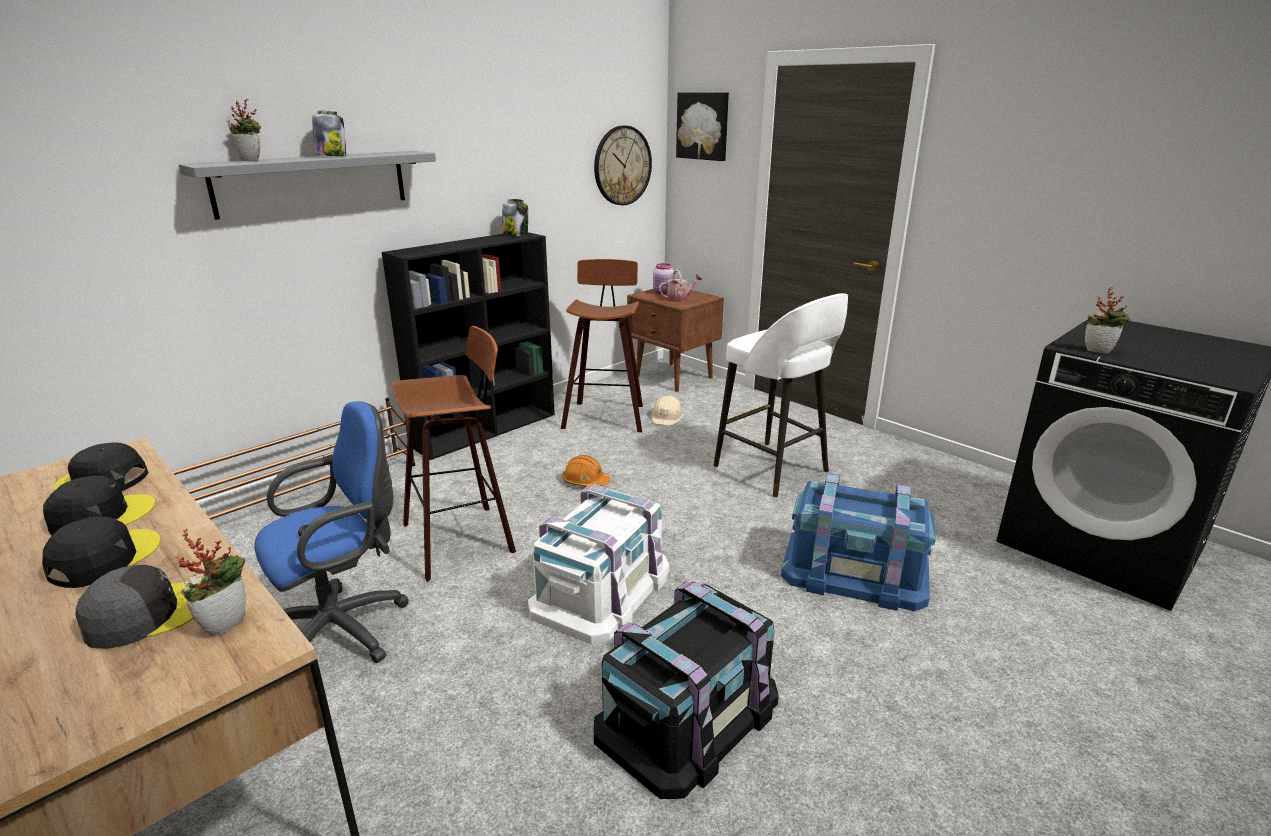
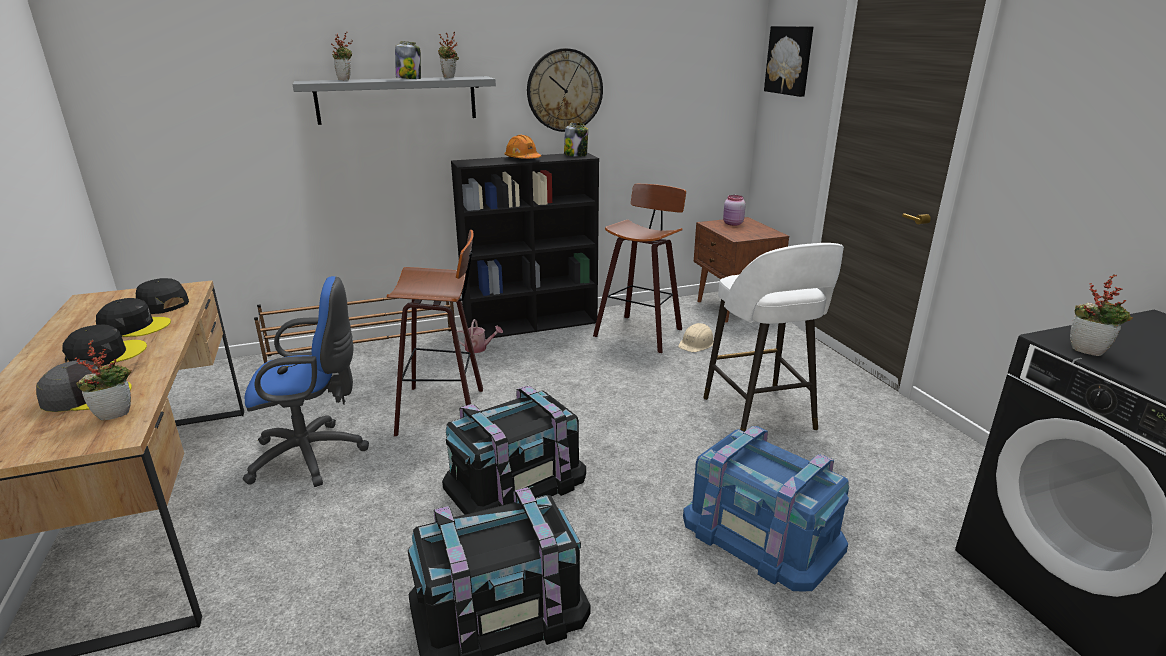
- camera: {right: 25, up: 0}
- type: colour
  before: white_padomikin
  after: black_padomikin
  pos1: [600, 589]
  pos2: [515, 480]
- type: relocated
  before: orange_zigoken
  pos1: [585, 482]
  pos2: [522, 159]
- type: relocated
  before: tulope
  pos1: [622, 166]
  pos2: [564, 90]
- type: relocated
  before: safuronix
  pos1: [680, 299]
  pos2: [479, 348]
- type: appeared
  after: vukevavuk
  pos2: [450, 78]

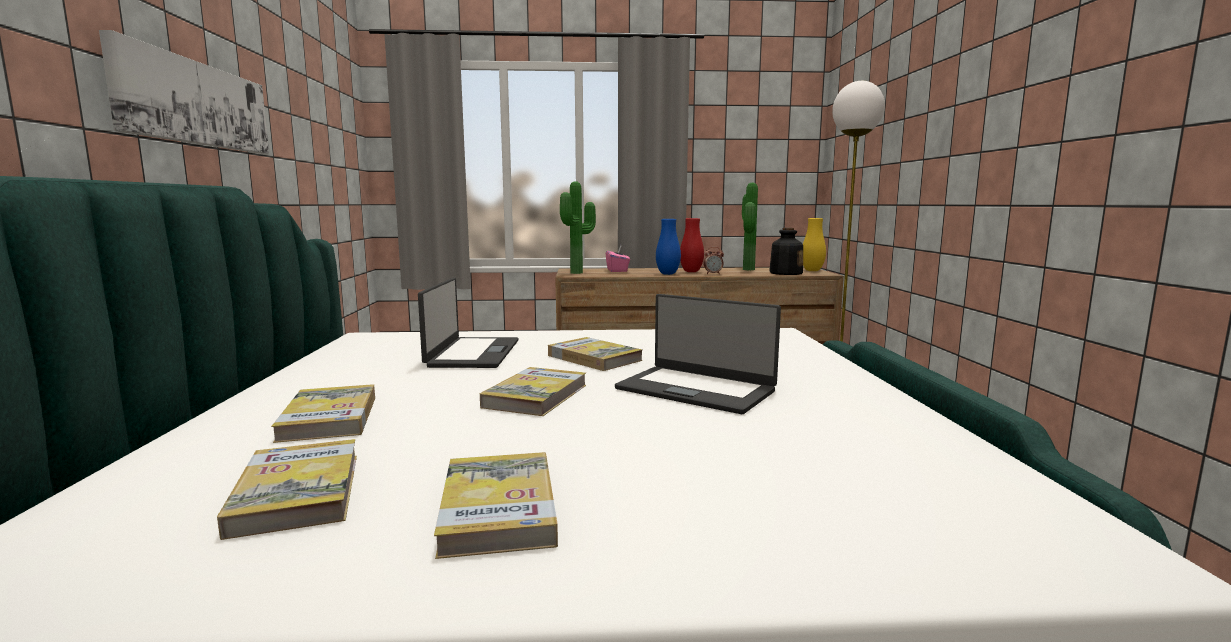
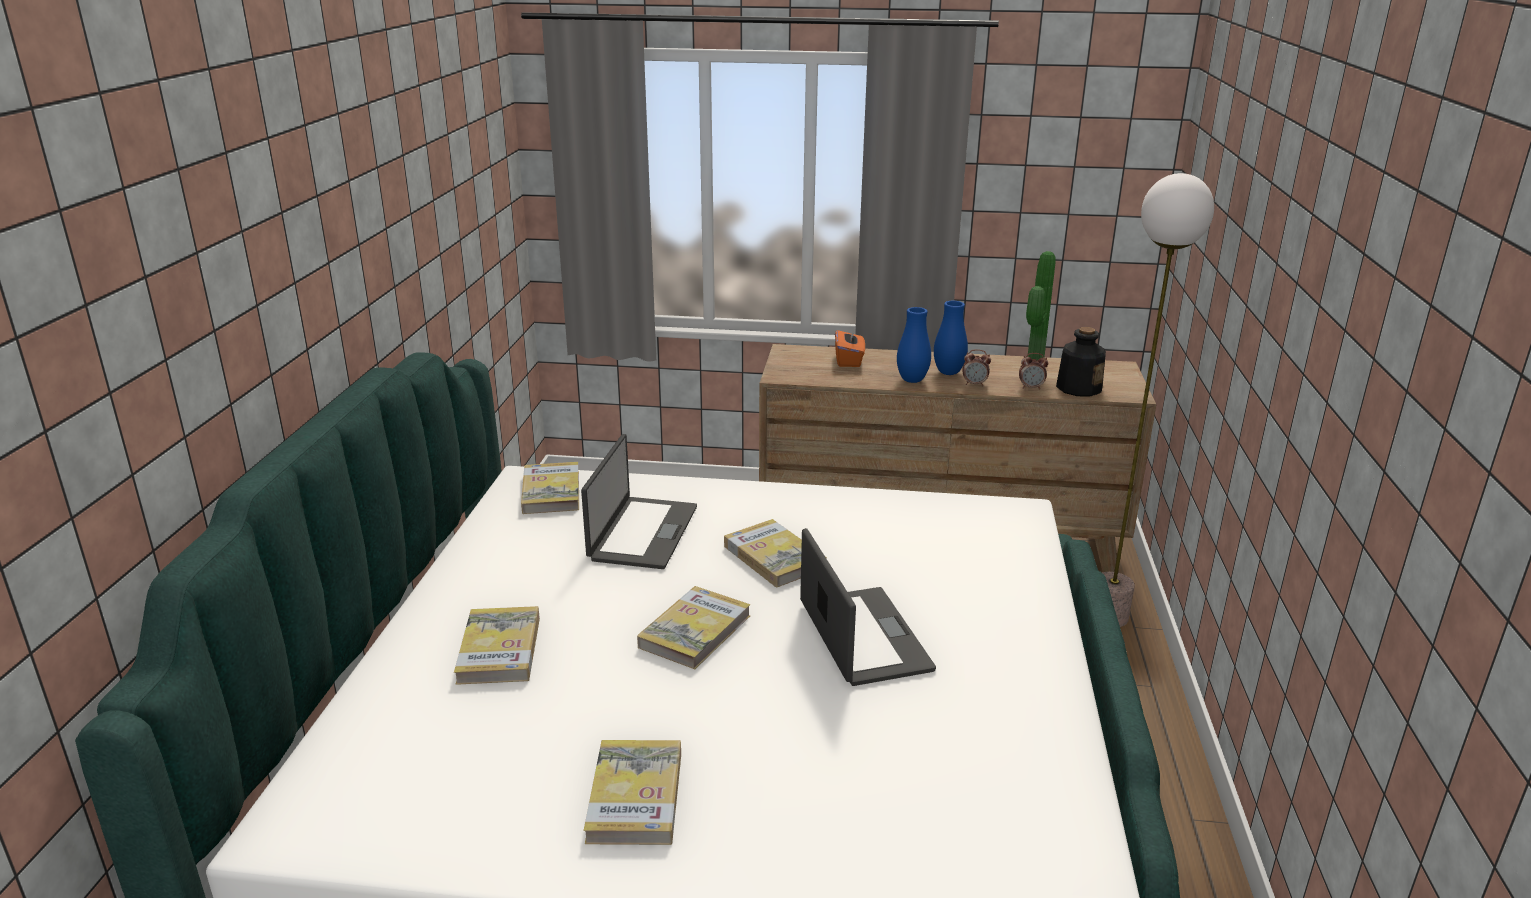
- camera: {right: 10, up: 15}
- type: missing
  before: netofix
  pos1: [195, 104]
- type: relocated
  before: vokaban
  pos1: [297, 492]
  pos2: [551, 492]
- type: missing
  before: vukevavuk
  pos1: [578, 273]
- type: colour
  before: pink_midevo
  after: orange_midevo
  pos1: [617, 270]
  pos2: [849, 360]
- type: spun
  before: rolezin
  pos1: [696, 389]
  pos2: [862, 637]
  turn: -150
- type: colour
  before: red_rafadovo
  after: blue_rafadovo
  pos1: [691, 271]
  pos2: [948, 372]
- type: missing
  before: yellow_rafadovo
  pos1: [812, 271]
- type: appeared
  after: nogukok
  pos2: [1031, 387]

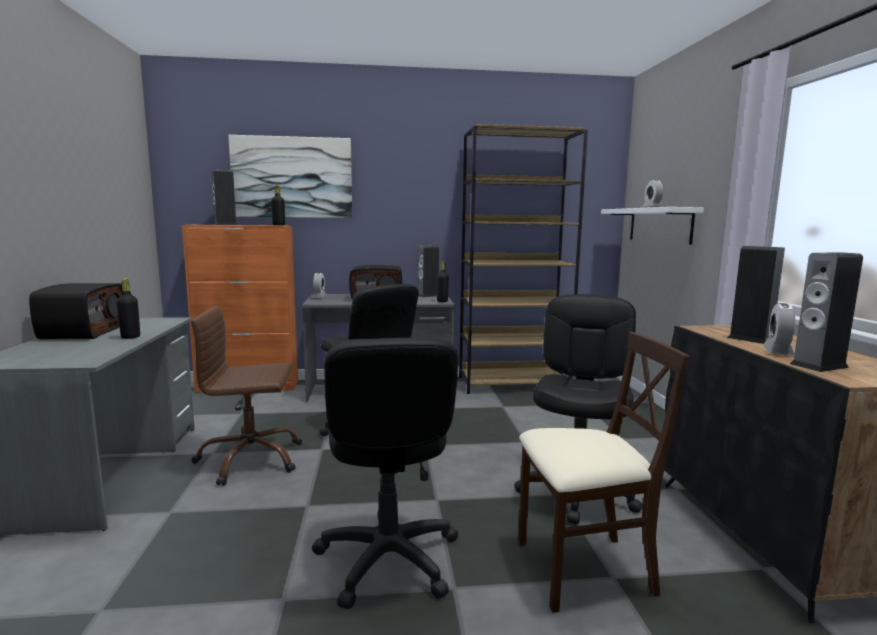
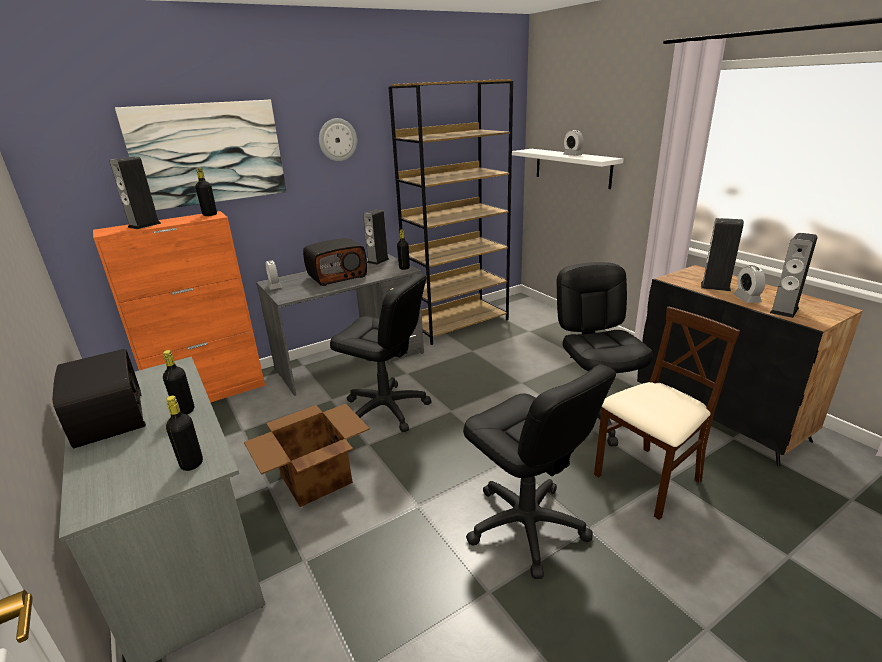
- camera: {right: -25, up: 15}
- type: exchanged
  before: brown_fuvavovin
  after: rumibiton
  pos1: [250, 459]
  pos2: [314, 478]
- type: appeared
  after: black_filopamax
  pos2: [191, 464]
- type: appeared
  after: tulope
  pos2: [337, 140]

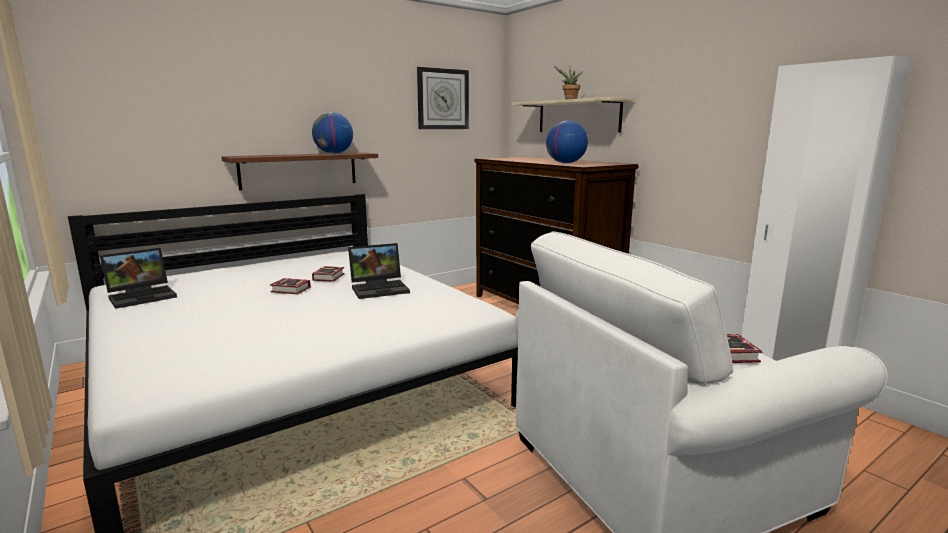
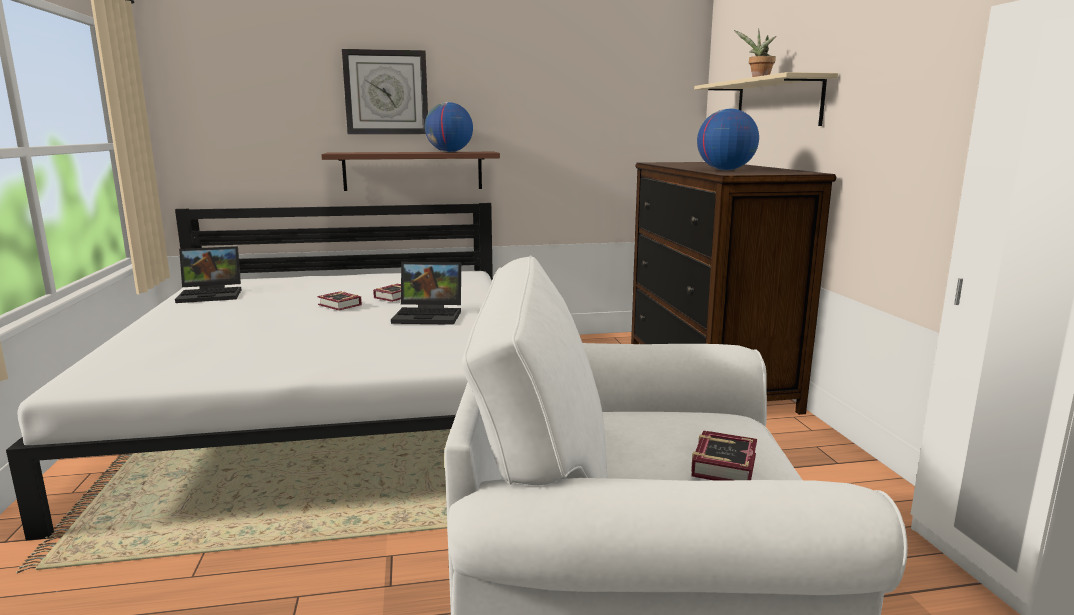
- camera: {right: 25, up: 0}
- type: relocated
  before: tulope
  pos1: [443, 99]
  pos2: [386, 92]

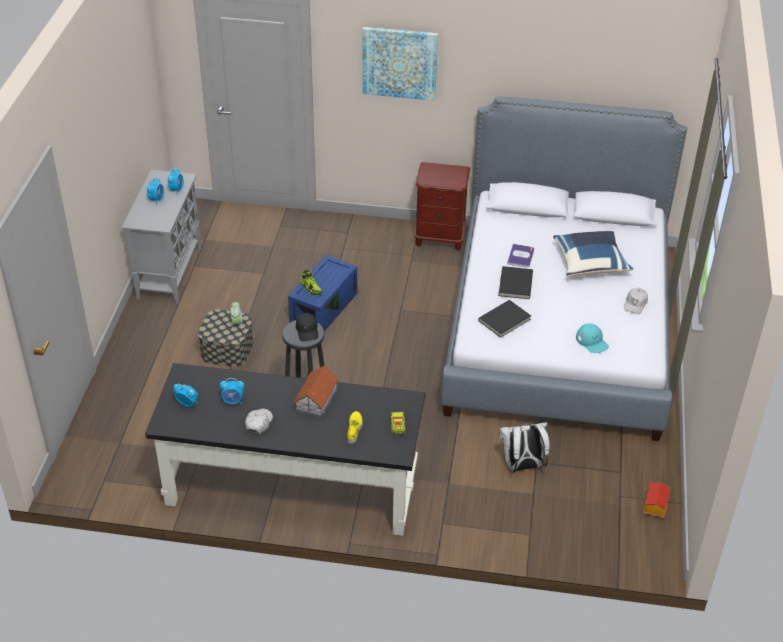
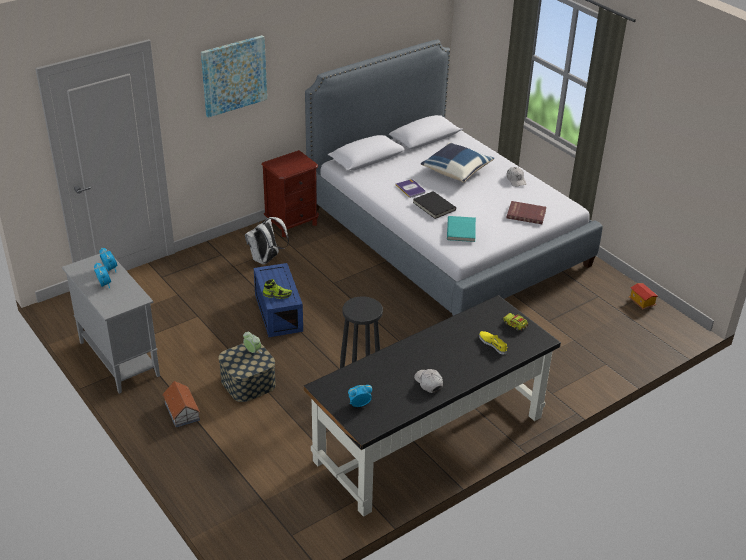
- camera: {right: -45, up: -5}
- type: missing
  before: nogukok
  pos1: [233, 401]
- type: relocated
  before: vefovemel
  pos1: [317, 399]
  pos2: [182, 411]
- type: missing
  before: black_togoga
  pos1: [307, 330]
- type: colour
  before: black_vokaban
  after: turquoise_vokaban
  pos1: [505, 320]
  pos2: [462, 230]
- type: relocated
  before: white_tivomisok
  pos1: [522, 466]
  pos2: [266, 260]
- type: exchanged
  before: turquoise_togoga
  after: red_vokaban
  pos1: [592, 341]
  pos2: [526, 214]

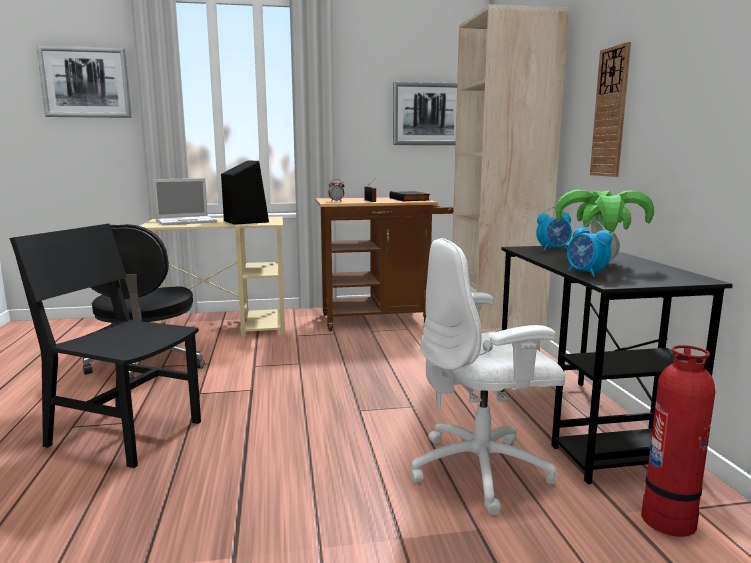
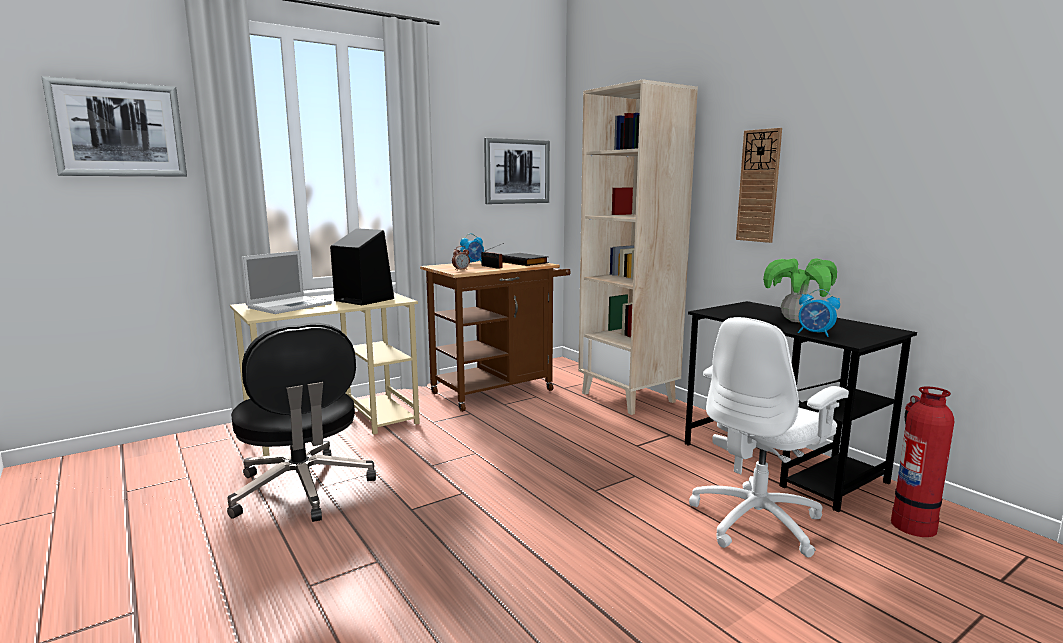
- camera: {right: -25, up: 0}
- type: missing
  before: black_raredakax
  pos1: [125, 433]
- type: relocated
  before: nogukok
  pos1: [553, 249]
  pos2: [473, 263]

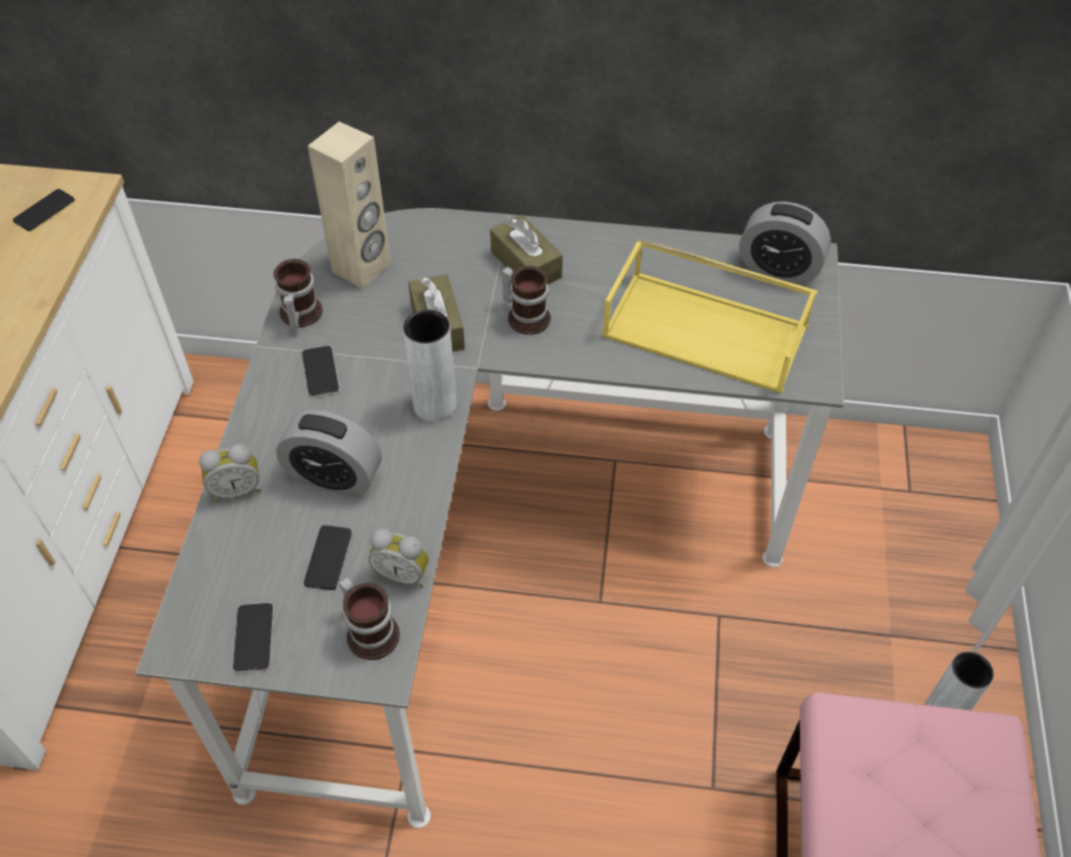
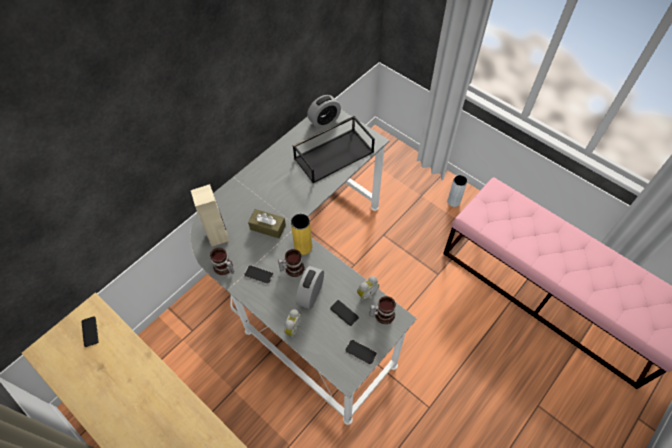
- camera: {right: -55, up: 5}
- type: spun
  before: nogukok
  pos1: [334, 477]
  pos2: [311, 294]
  turn: 150
- type: colour
  before: grey_rafadovo
  after: yellow_rafadovo
  pos1: [435, 405]
  pos2: [303, 247]
- type: missing
  before: brown_midevo
  pos1: [526, 264]
- type: relocated
  before: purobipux
  pos1: [527, 315]
  pos2: [292, 268]
- type: colour
  before: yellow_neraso
  after: black_neraso
  pos1: [707, 330]
  pos2: [334, 154]

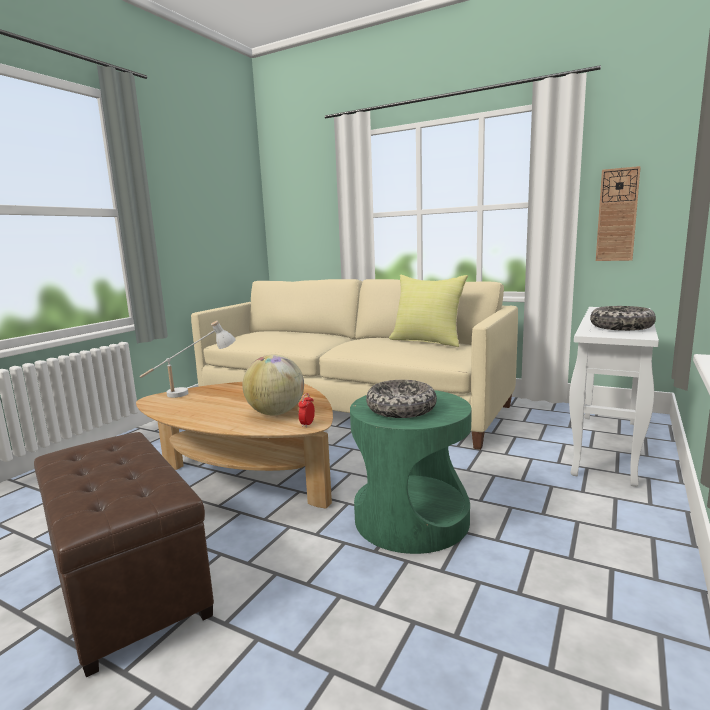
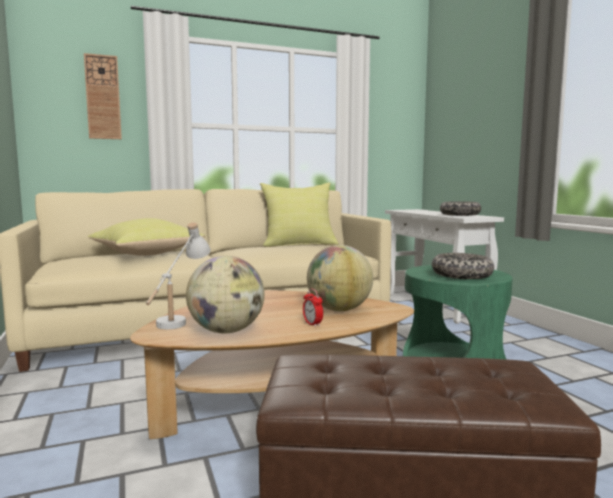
- camera: {right: -50, up: -5}
- type: relocated
  before: nogukok
  pos1: [307, 424]
  pos2: [312, 324]
- type: relocated
  before: tulope
  pos1: [617, 215]
  pos2: [103, 97]
- type: appeared
  after: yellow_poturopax
  pos2: [147, 254]
- type: appeared
  after: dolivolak
  pos2: [226, 331]

